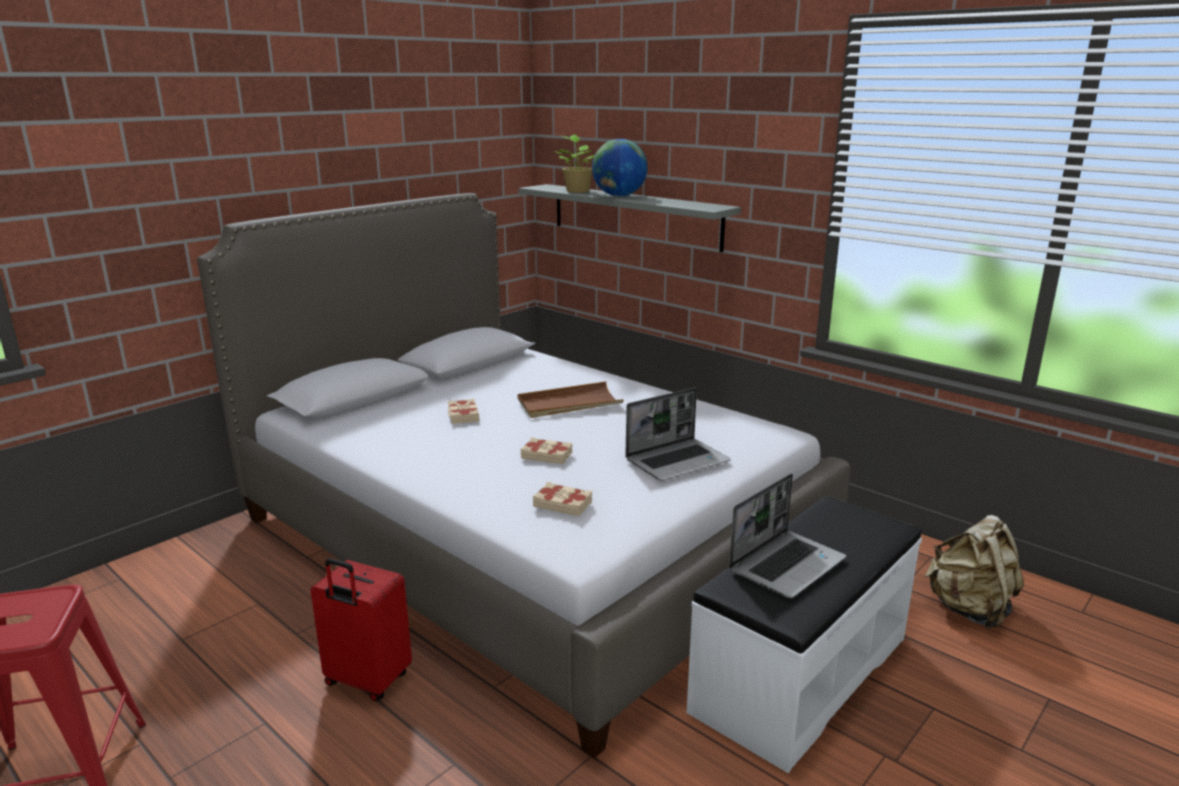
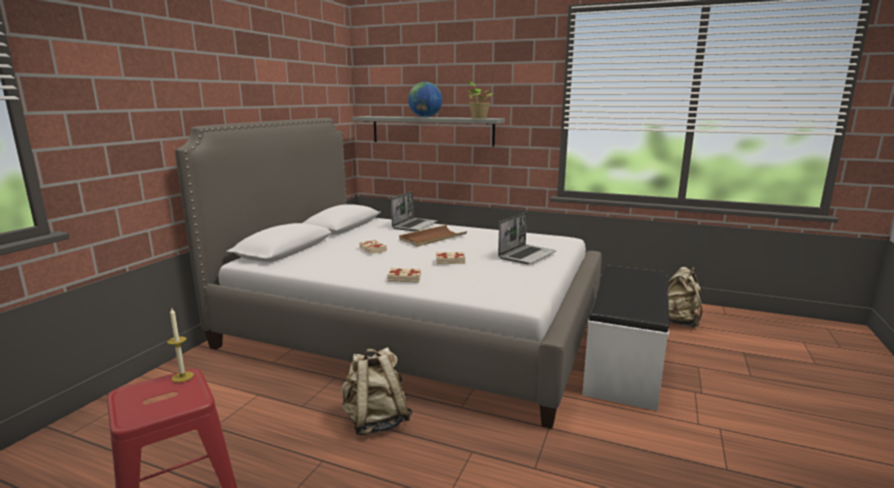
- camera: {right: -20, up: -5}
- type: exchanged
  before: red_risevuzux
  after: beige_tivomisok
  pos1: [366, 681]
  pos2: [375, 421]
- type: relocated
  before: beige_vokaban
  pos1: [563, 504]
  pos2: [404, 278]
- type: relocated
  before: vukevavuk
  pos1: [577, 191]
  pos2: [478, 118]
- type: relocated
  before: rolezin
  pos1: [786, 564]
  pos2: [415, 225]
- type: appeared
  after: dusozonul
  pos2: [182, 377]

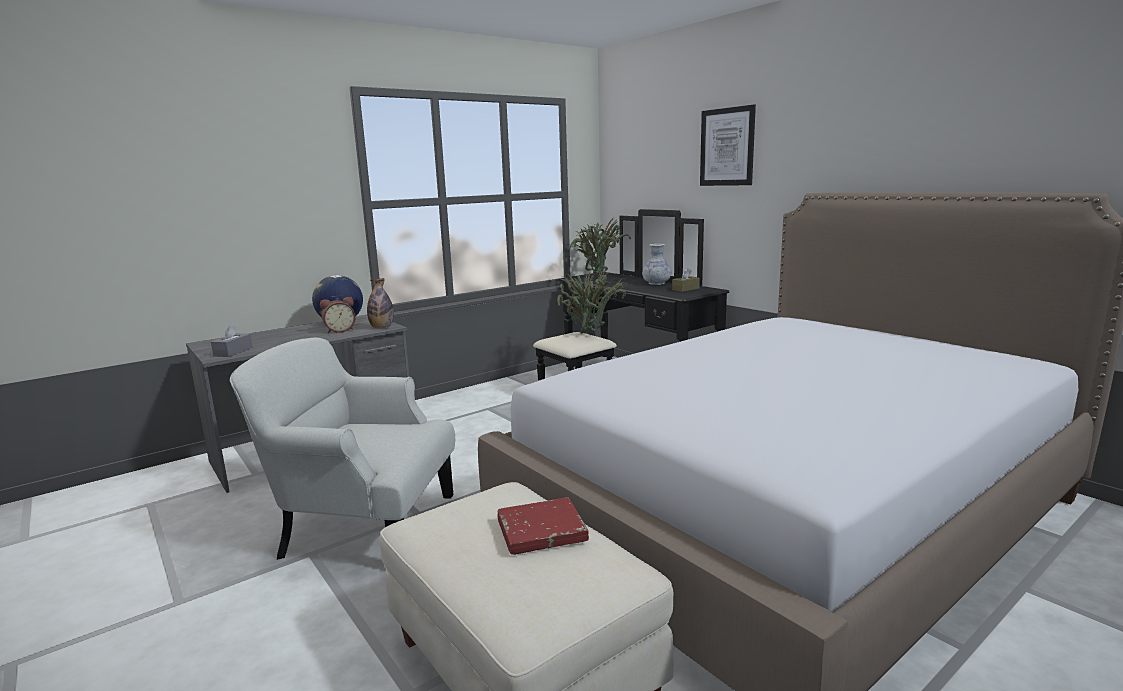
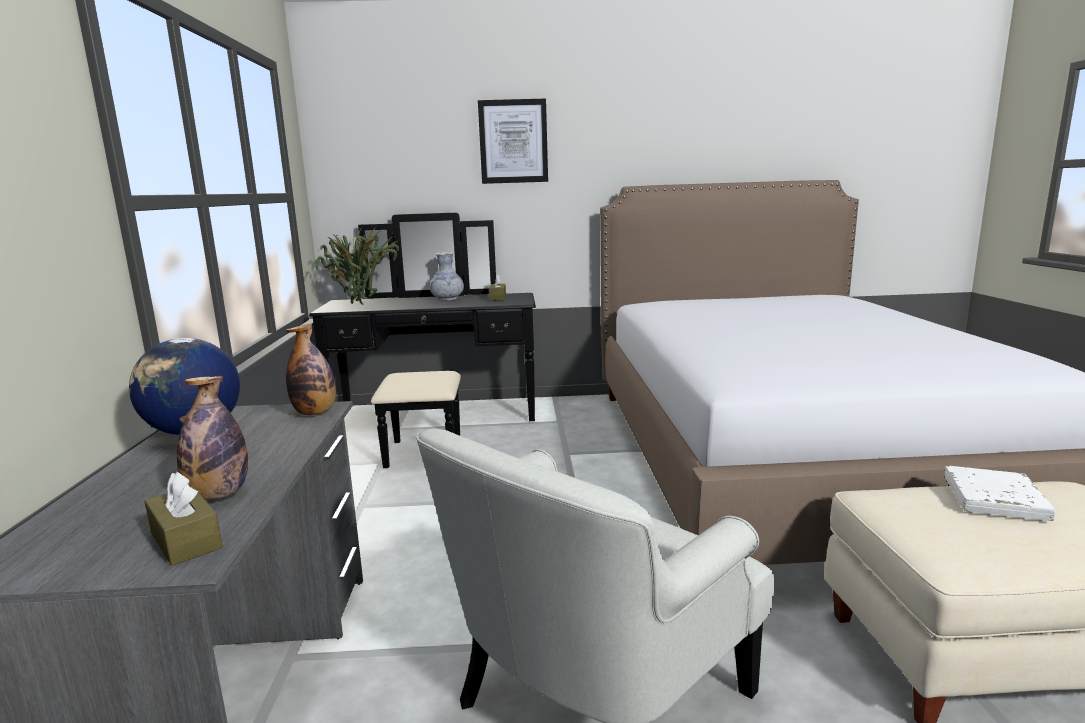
- camera: {right: -55, up: 0}
- type: colour
  before: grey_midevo
  after: brown_midevo
  pos1: [233, 352]
  pos2: [186, 540]
- type: missing
  before: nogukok
  pos1: [340, 330]
- type: colour
  before: red_vokaban
  after: white_vokaban
  pos1: [541, 531]
  pos2: [994, 499]
- type: missing
  before: vukevavuk
  pos1: [590, 336]
- type: appeared
  after: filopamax
  pos2: [218, 495]

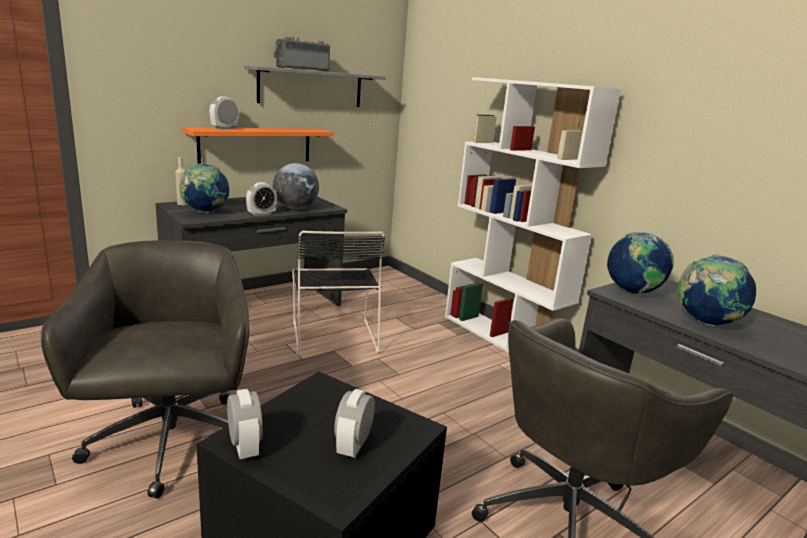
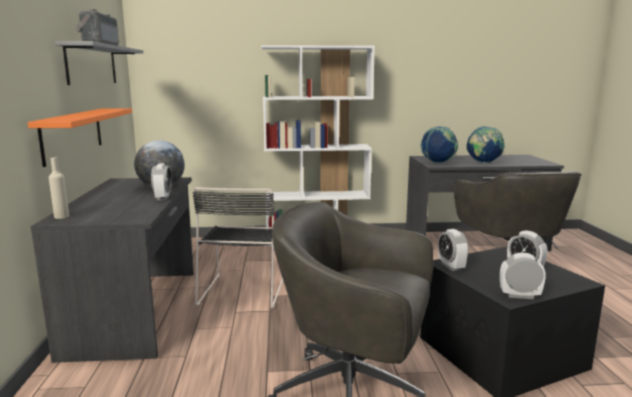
- camera: {right: -55, up: -5}
- type: missing
  before: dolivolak
  pos1: [205, 212]
- type: relocated
  before: nogukok
  pos1: [224, 128]
  pos2: [451, 266]
- type: spun
  before: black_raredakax
  pos1: [334, 335]
  pos2: [244, 289]
  turn: 75

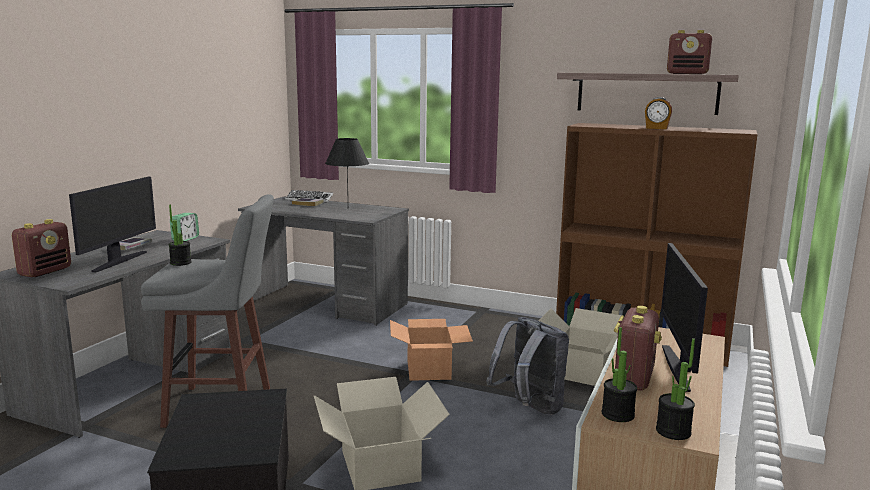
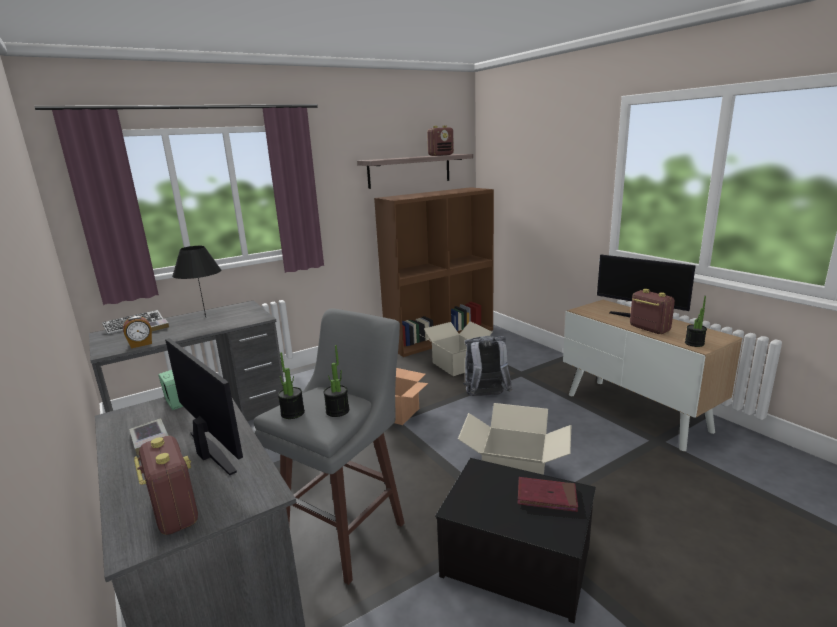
- camera: {right: -55, up: 5}
- type: relocated
  before: nogukok
  pos1: [656, 128]
  pos2: [141, 344]
- type: relocated
  before: vukevavuk
  pos1: [673, 431]
  pos2: [337, 411]
- type: appeared
  after: red_vokaban
  pos2: [546, 496]

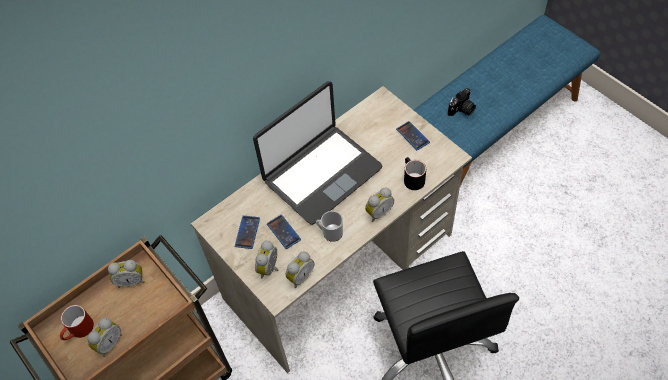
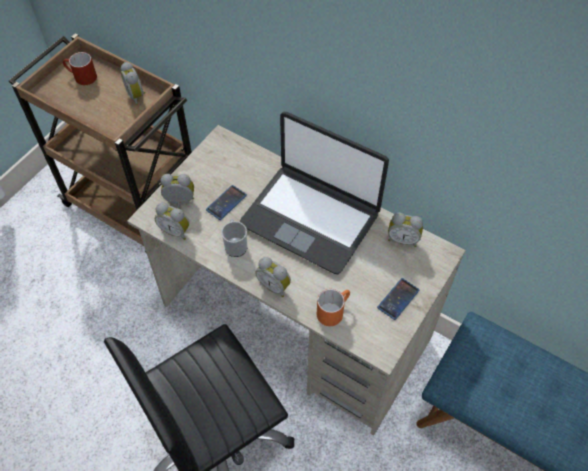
- camera: {right: 70, up: 0}
- type: relocated
  before: nogukok
  pos1: [109, 343]
  pos2: [403, 239]
- type: missing
  before: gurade
  pos1: [247, 232]
- type: colour
  before: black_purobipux
  after: orange_purobipux
  pos1: [411, 178]
  pos2: [333, 310]
- type: missing
  before: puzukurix
  pos1: [462, 110]

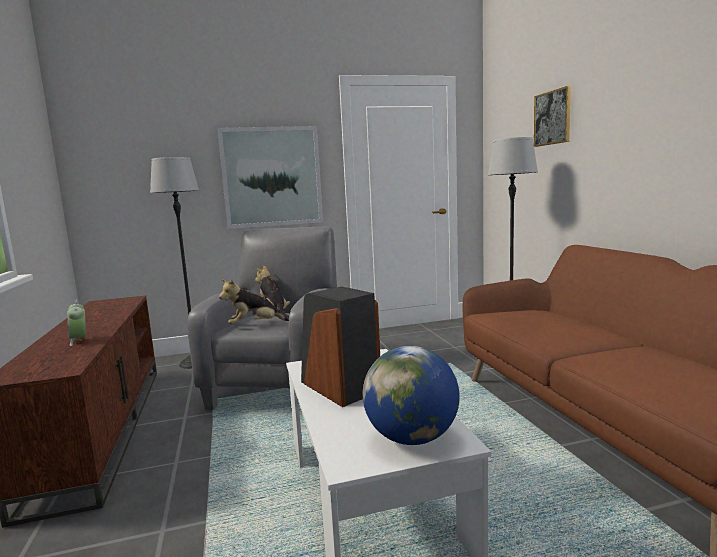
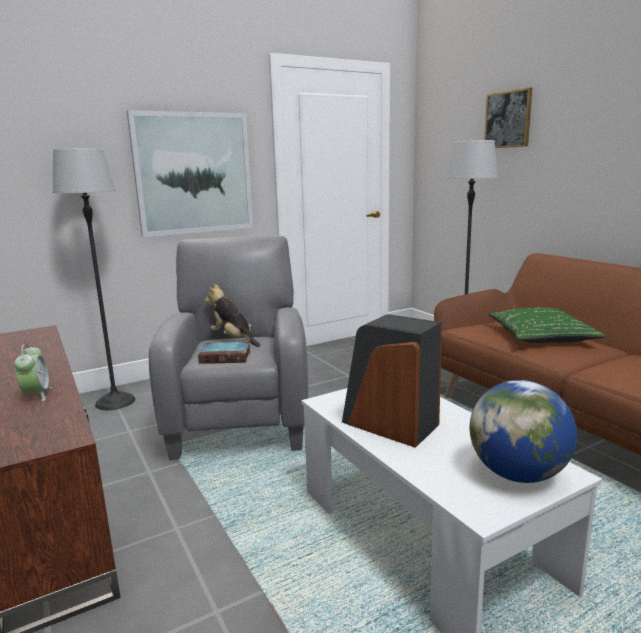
- camera: {right: -15, up: 5}
- type: spun
  before: nogukok
  pos1: [79, 340]
  pos2: [36, 395]
  turn: -150
- type: exchanged
  before: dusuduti
  after: vokaban
  pos1: [255, 325]
  pos2: [226, 357]
- type: appeared
  after: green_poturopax
  pos2: [541, 336]

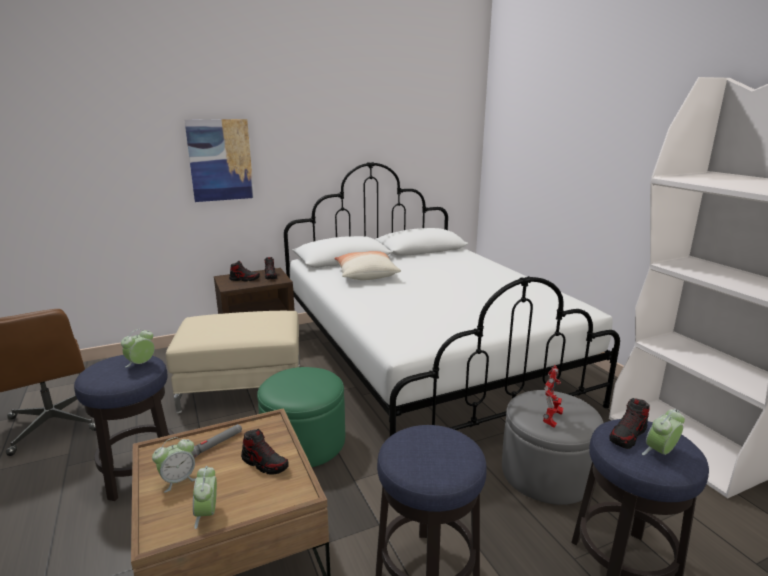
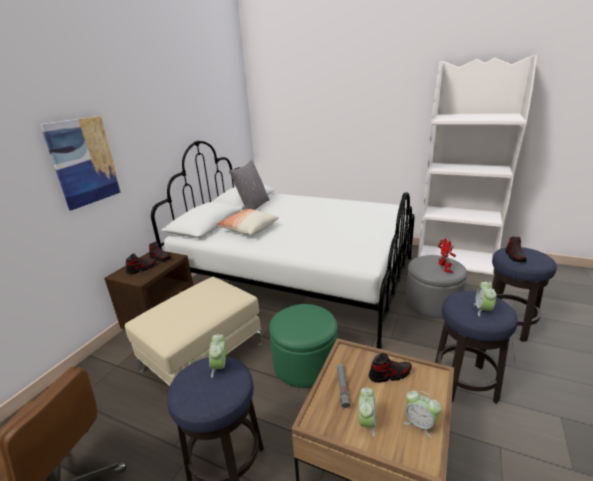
- camera: {right: -40, up: 5}
- type: relocated
  before: nogukok
  pos1: [660, 452]
  pos2: [483, 310]
- type: appeared
  after: grey_poturopax
  pos2: [253, 206]

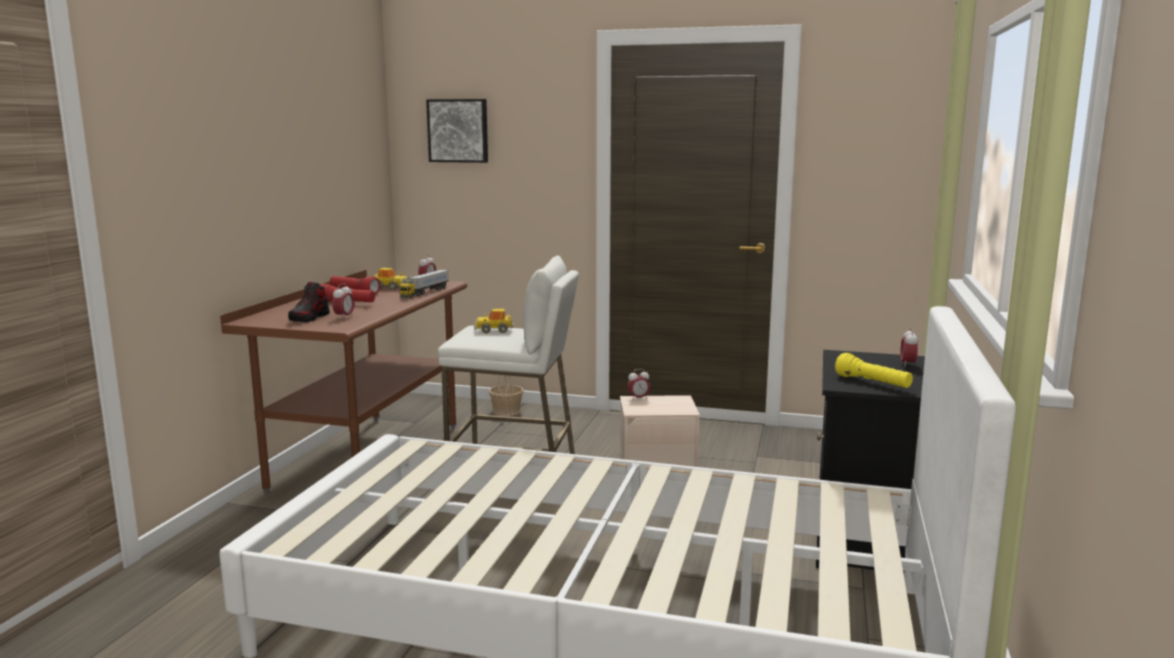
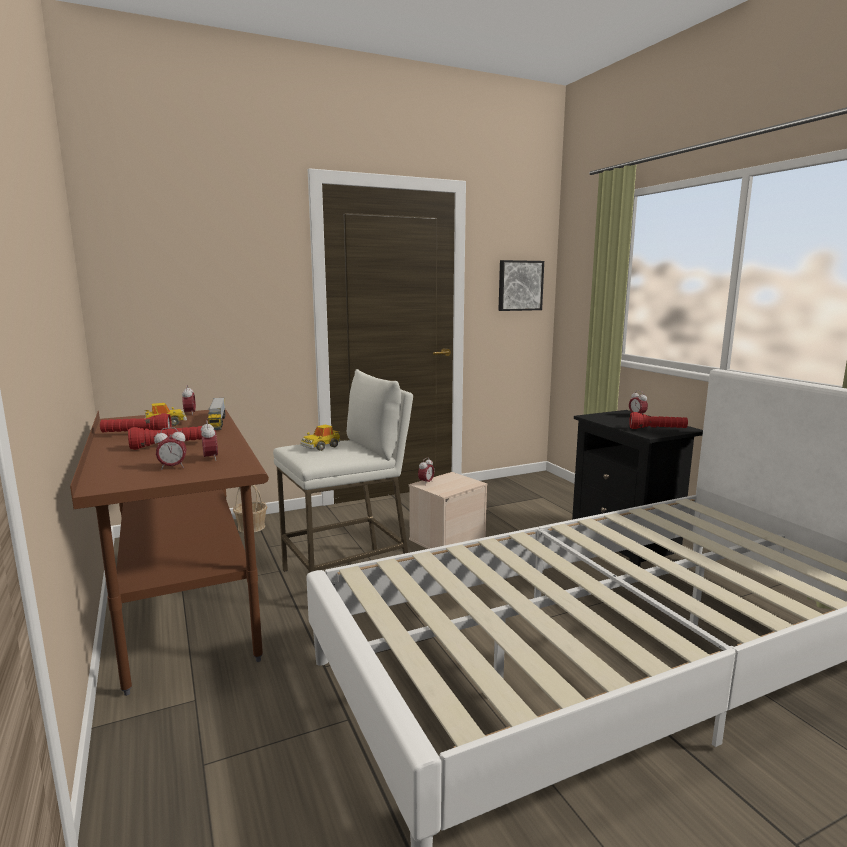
- camera: {right: -40, up: 0}
- type: exchanged
  before: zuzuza
  after: nogukok
  pos1: [309, 318]
  pos2: [172, 467]
- type: relocated
  before: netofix
  pos1: [458, 130]
  pos2: [519, 285]
- type: colour
  before: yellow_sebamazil
  after: red_sebamazil
  pos1: [873, 383]
  pos2: [657, 429]

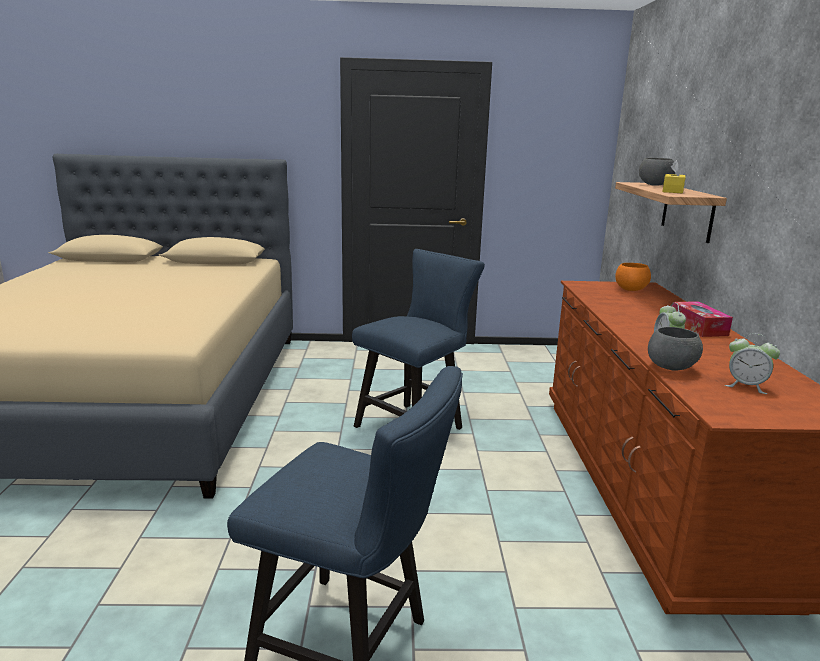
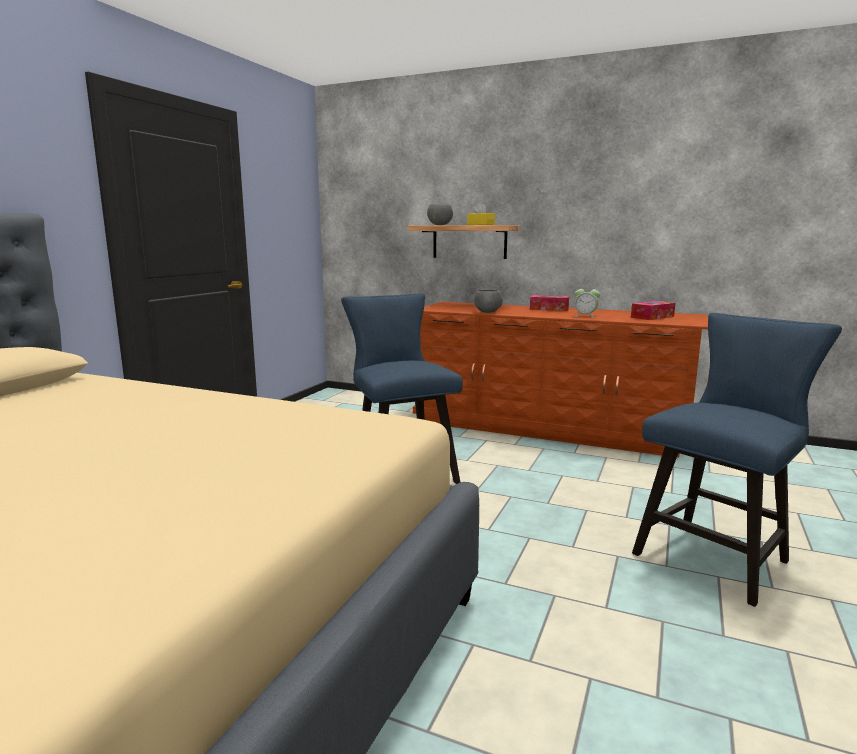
- camera: {right: -65, up: -5}
- type: missing
  before: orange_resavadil
  pos1: [631, 290]
- type: relocated
  before: grey_resavadil
  pos1: [671, 368]
  pos2: [488, 312]
- type: exchanged
  before: nogukok
  after: midevo
  pos1: [746, 386]
  pos2: [652, 317]

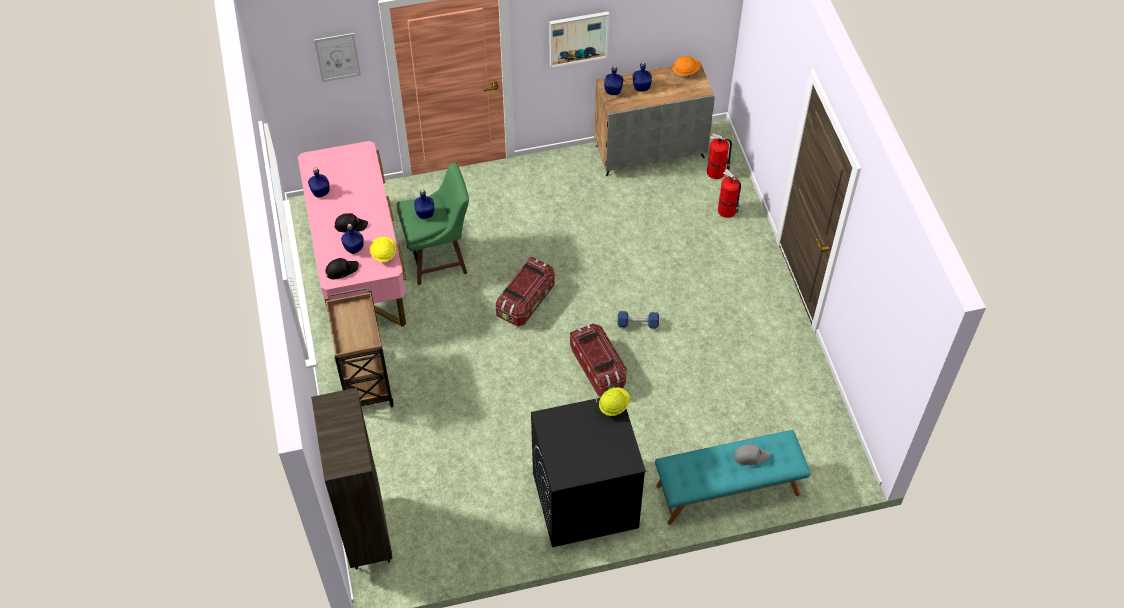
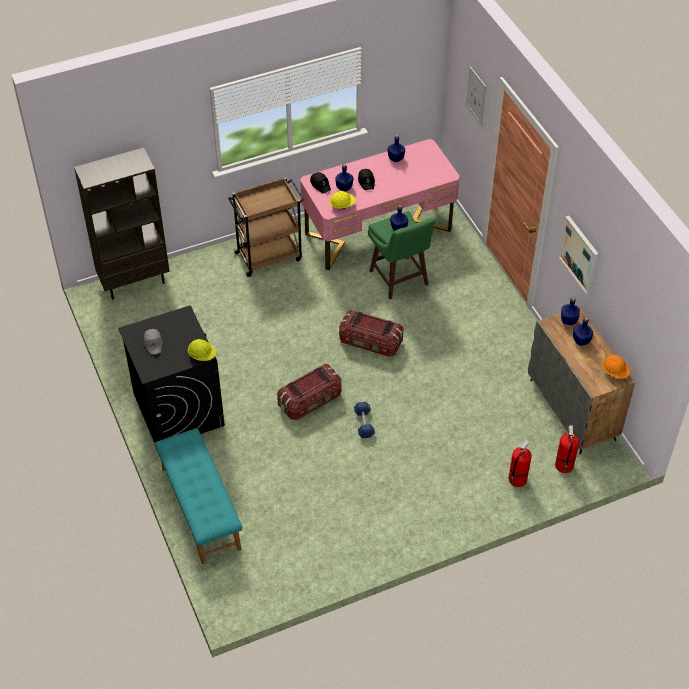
- camera: {right: 80, up: -5}
- type: relocated
  before: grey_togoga
  pos1: [750, 456]
  pos2: [153, 343]

